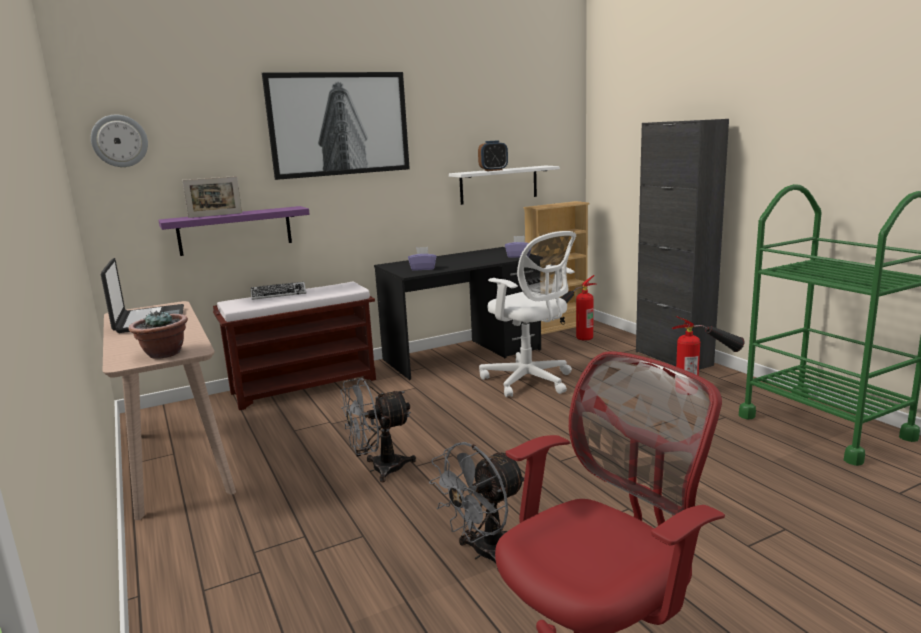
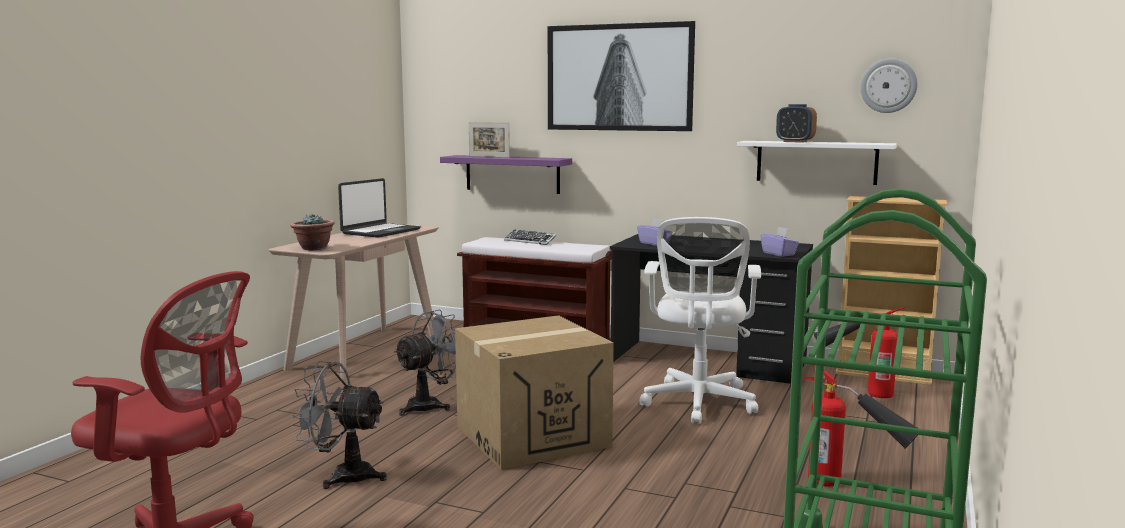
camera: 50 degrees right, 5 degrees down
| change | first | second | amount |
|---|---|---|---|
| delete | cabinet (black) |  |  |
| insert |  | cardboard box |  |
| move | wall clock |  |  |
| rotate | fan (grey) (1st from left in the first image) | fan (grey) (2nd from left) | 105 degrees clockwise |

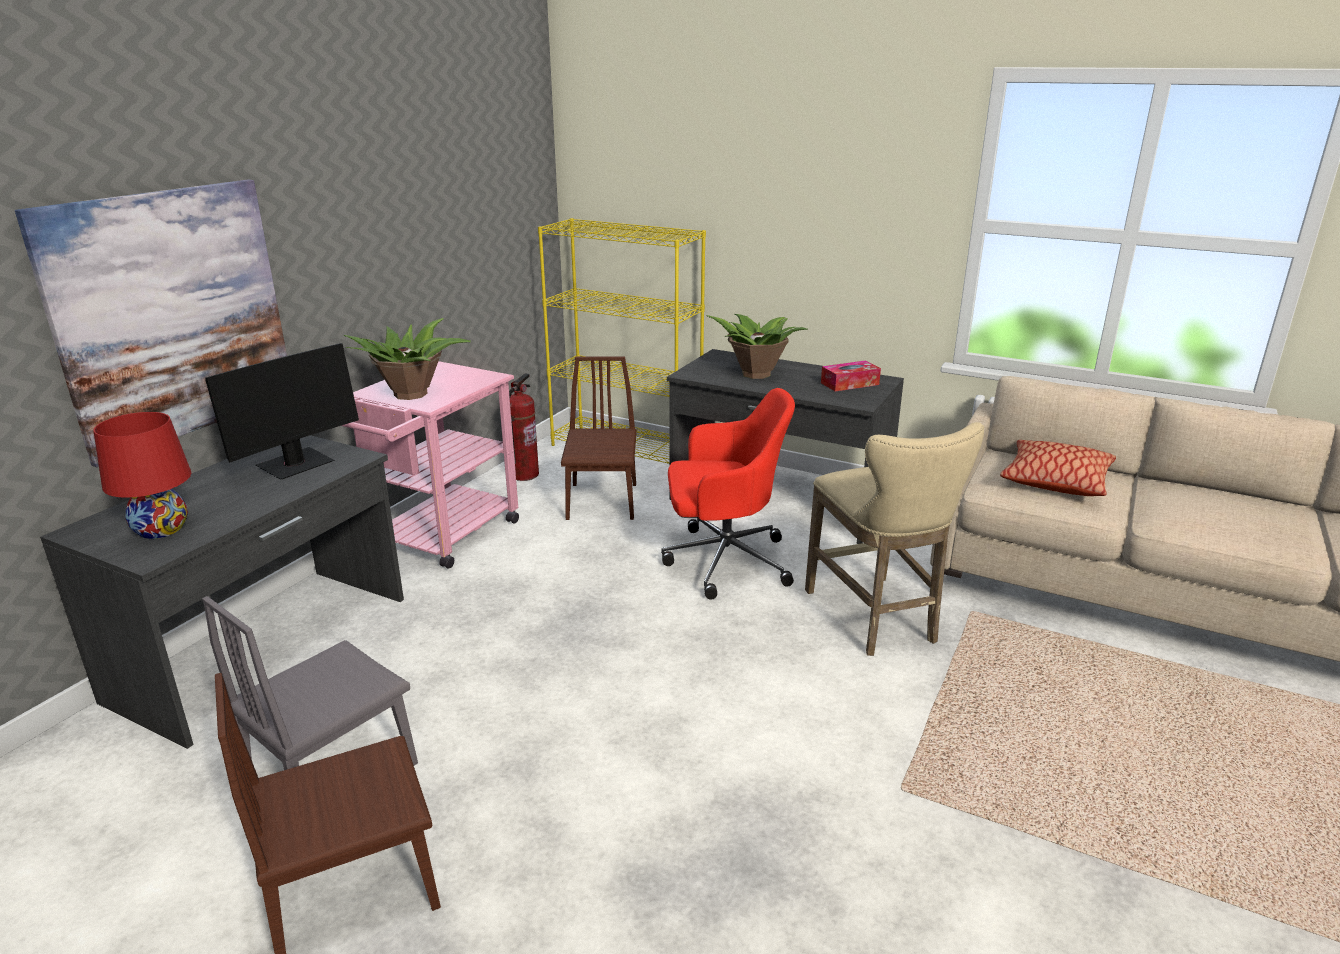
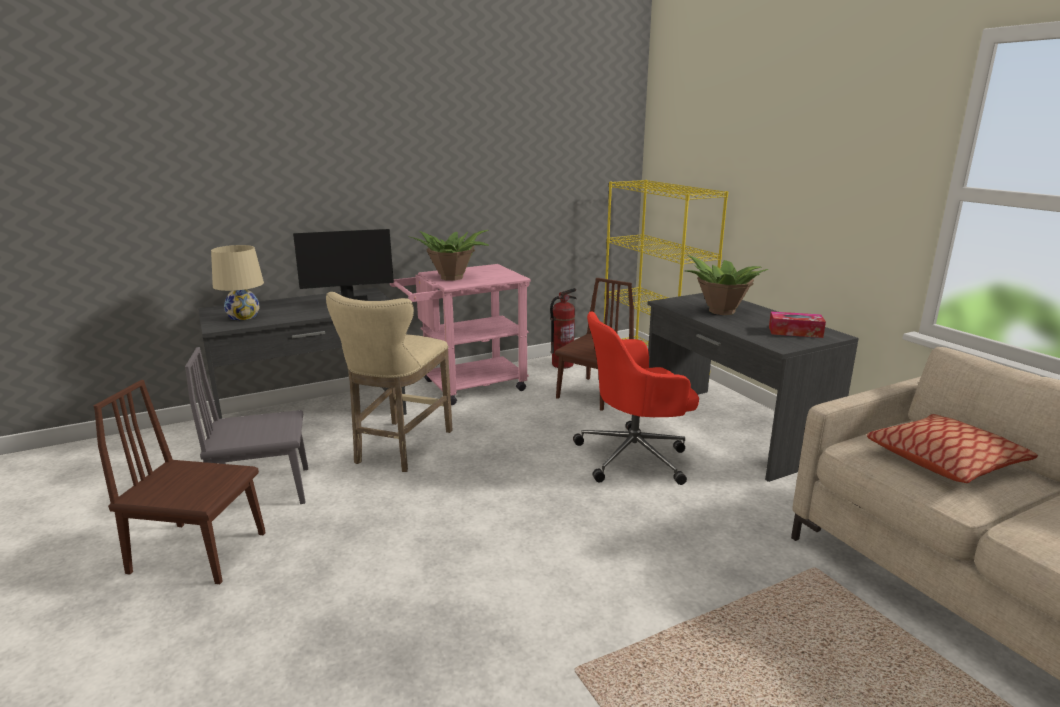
camera: 35 degrees right, 5 degrees down
| change | first | second | amount |
|---|---|---|---|
| delete | picture |  |  |
| move | stool (beige) |  |  |
| recolor | table lamp (red) | table lamp (beige) |  |
| rotate | office chair (red) |  | 135 degrees clockwise |

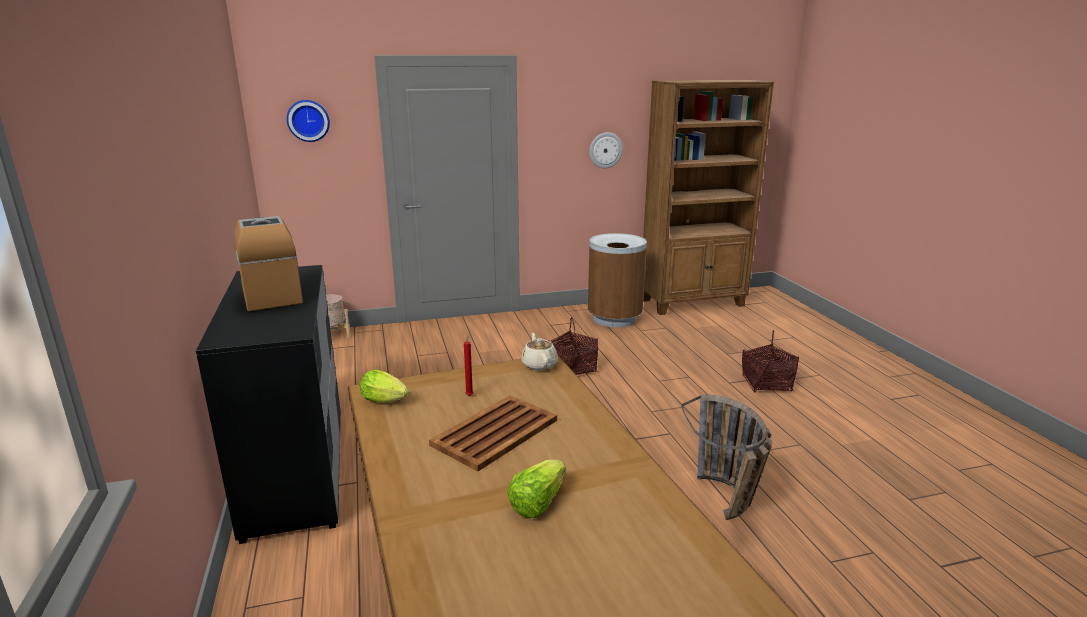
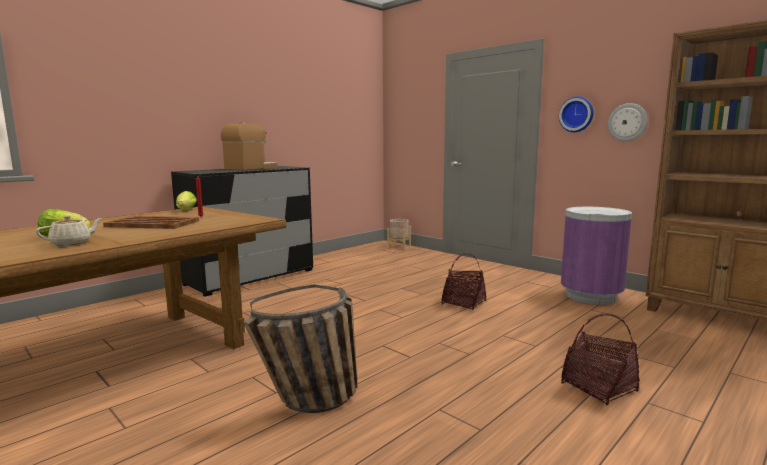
camera: 60 degrees right, 10 degrees down
| change | first | second | amount |
|---|---|---|---|
| move | wall clock (1st from left) |  |  |
| move | teapot (beige) |  |  |
| recolor | trash can (brown) | trash can (purple) |  |

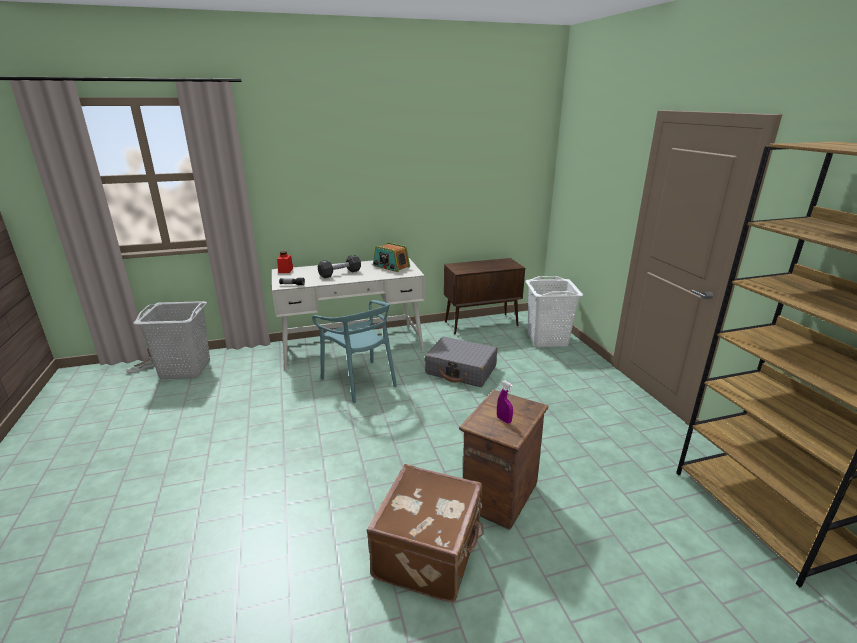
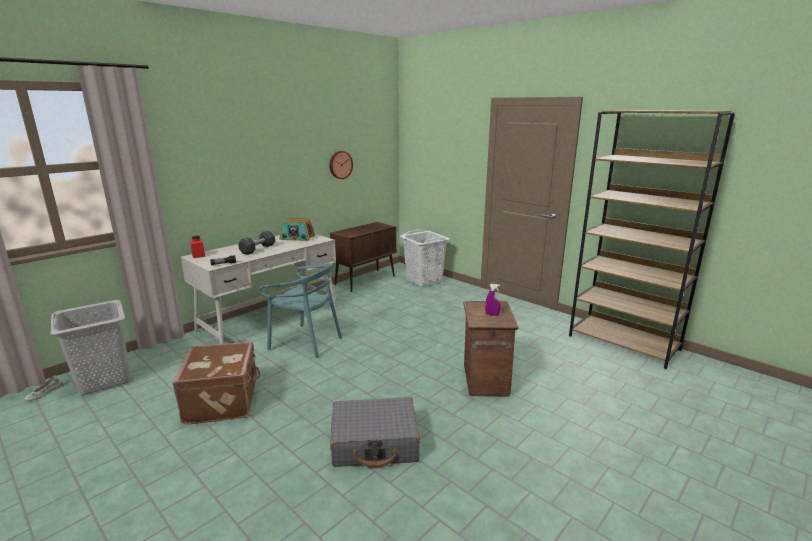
camera: 30 degrees left, 5 degrees down
| change | first | second | amount |
|---|---|---|---|
| insert |  | wall clock |  |
| move | suitcase (brown) |  |  |
| move | suitcase (grey) |  |  |

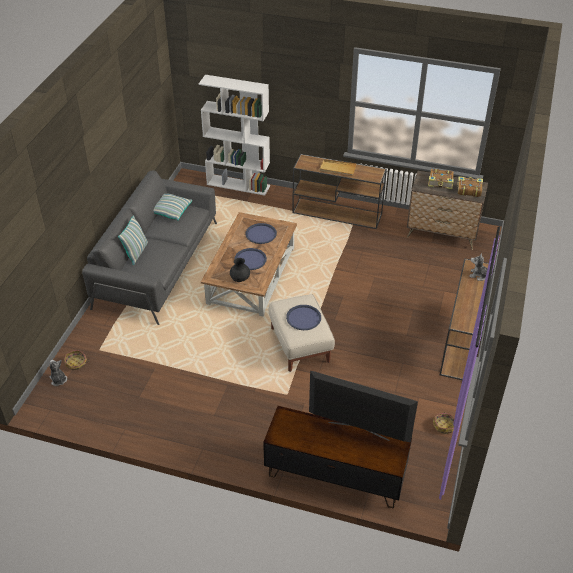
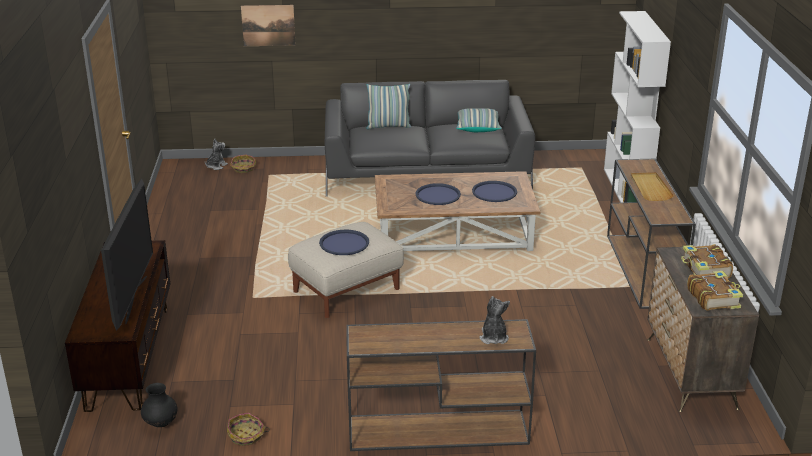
camera: 70 degrees right, 15 degrees down
| change | first | second | amount |
|---|---|---|---|
| insert |  | picture |  |
| move | vase (black) |  |  |

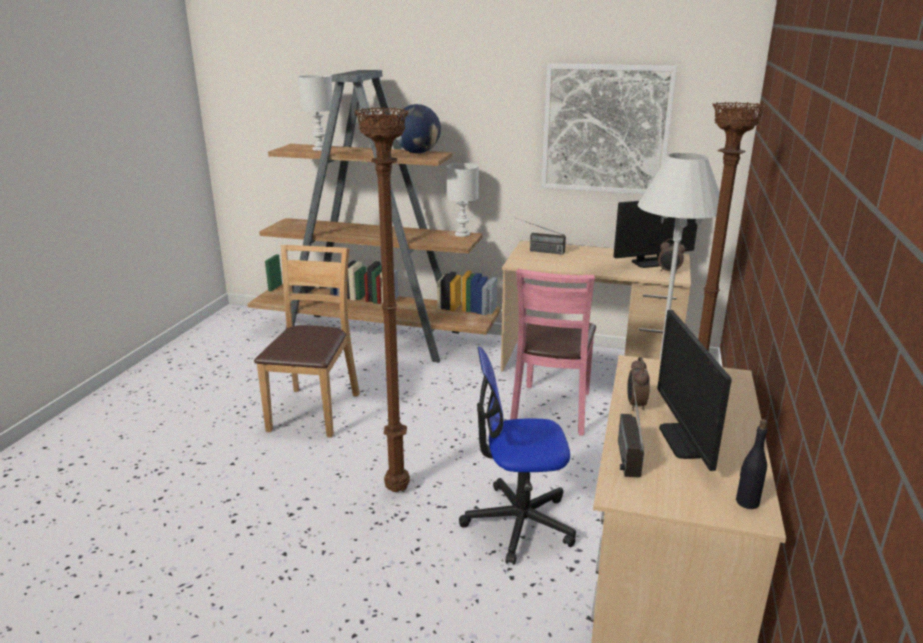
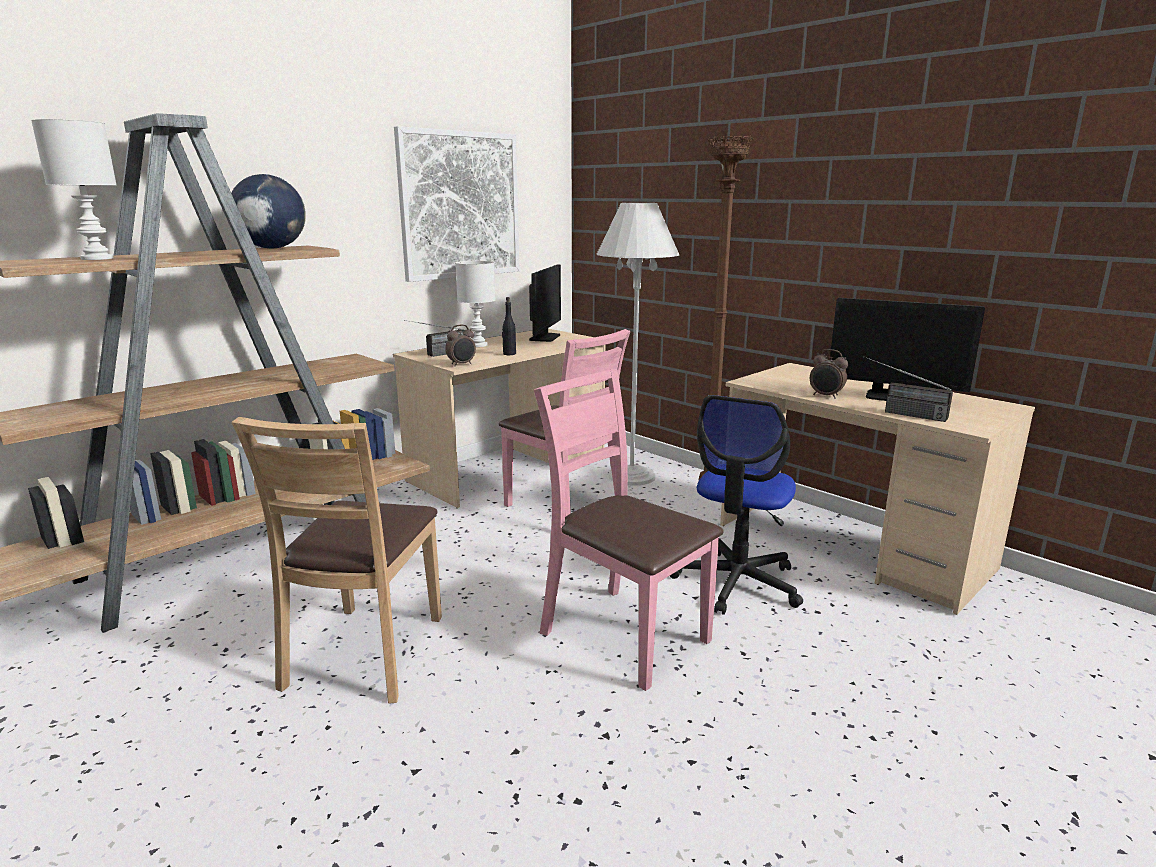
camera: 60 degrees left, 5 degrees down
| change | first | second | amount |
|---|---|---|---|
| move | table lamp (white) (2nd from left) |  |  |
| move | alarm clock (2nd from left in the first image) | alarm clock (1st from left) |  |
| move | bottle (black) |  |  |
| replace | floor lamp (brown) (1st from left) | chair (pink) (2nd from left) |  |
| rotate | chair (brown) |  | 120 degrees counterclockwise |

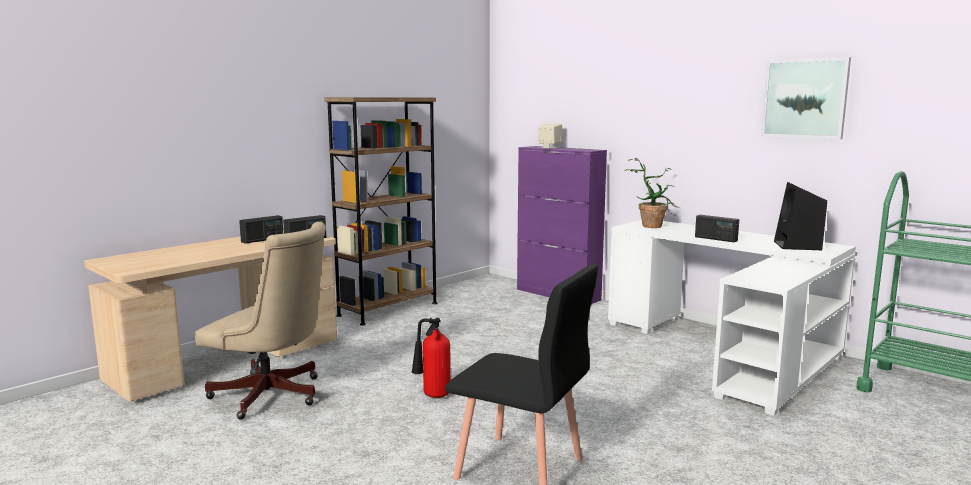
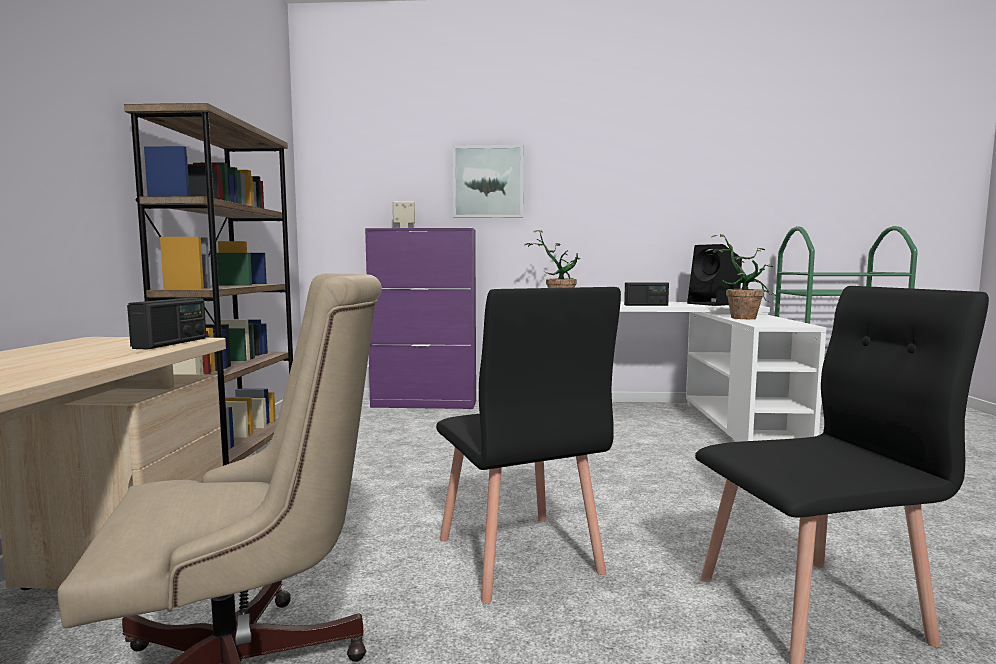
camera: 40 degrees left, 5 degrees down
| change | first | second | amount |
|---|---|---|---|
| delete | radio (1st from left) |  |  |
| insert |  | potted plant (2nd from left) |  |
| move | picture |  |  |
| replace | fire extinguisher | chair (black) (1st from left) |  |

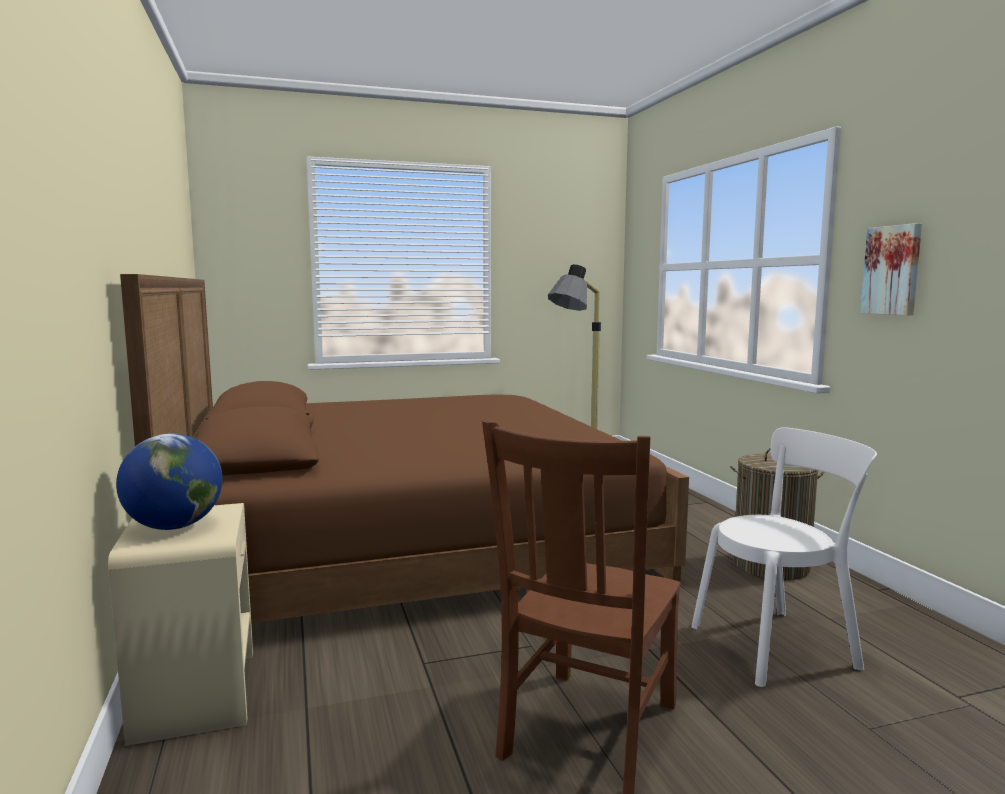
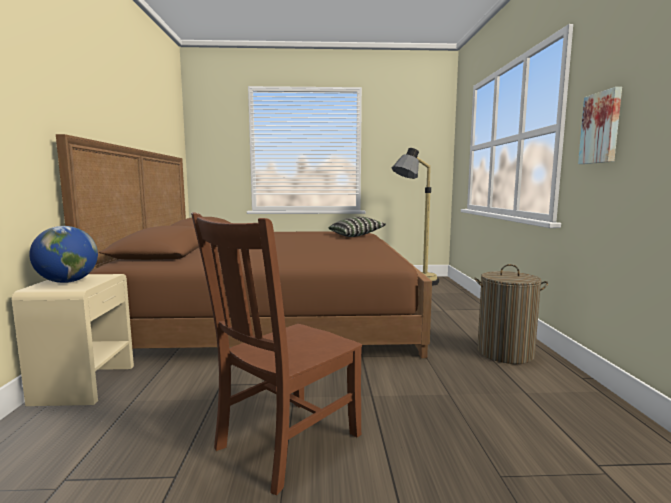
camera: 15 degrees right, 0 degrees up
| change | first | second | amount |
|---|---|---|---|
| delete | chair (white) |  |  |
| insert |  | pillow |  |

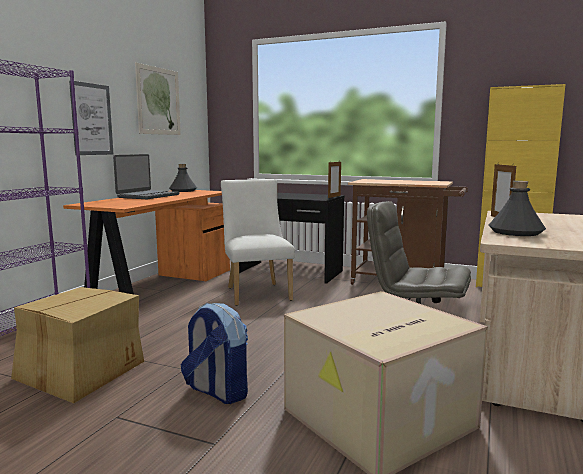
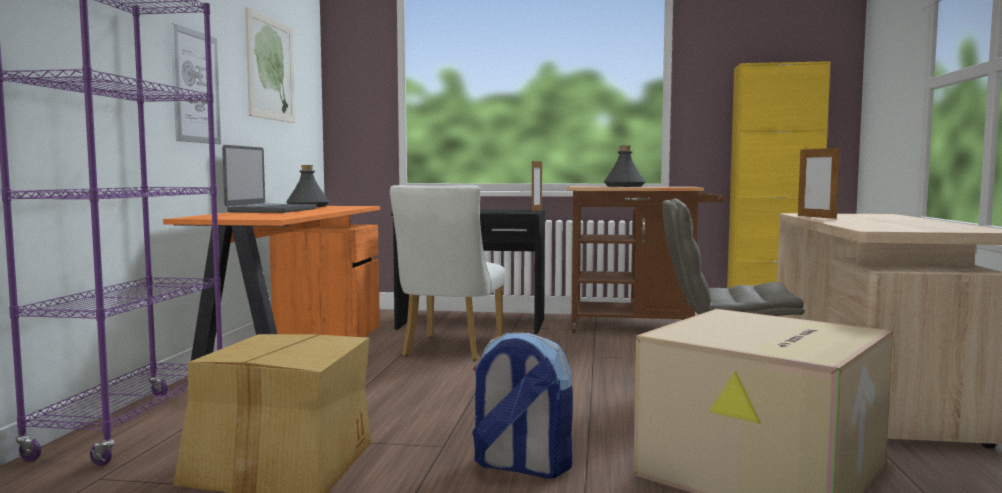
camera: 15 degrees left, 5 degrees down
| change | first | second | amount |
|---|---|---|---|
| move | bottle (grey) (2nd from left) |  |  |
| rotate | chair (white) |  | 135 degrees counterclockwise |

